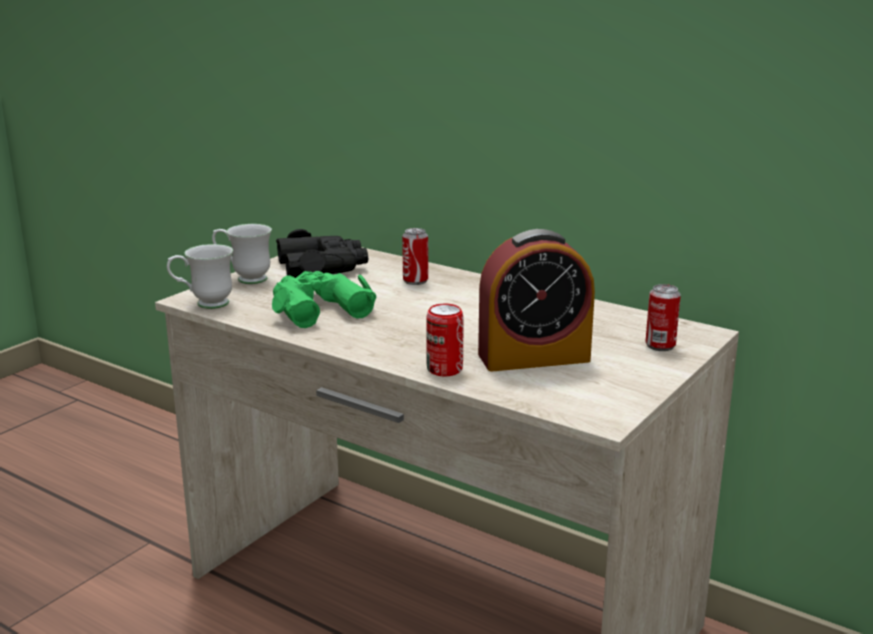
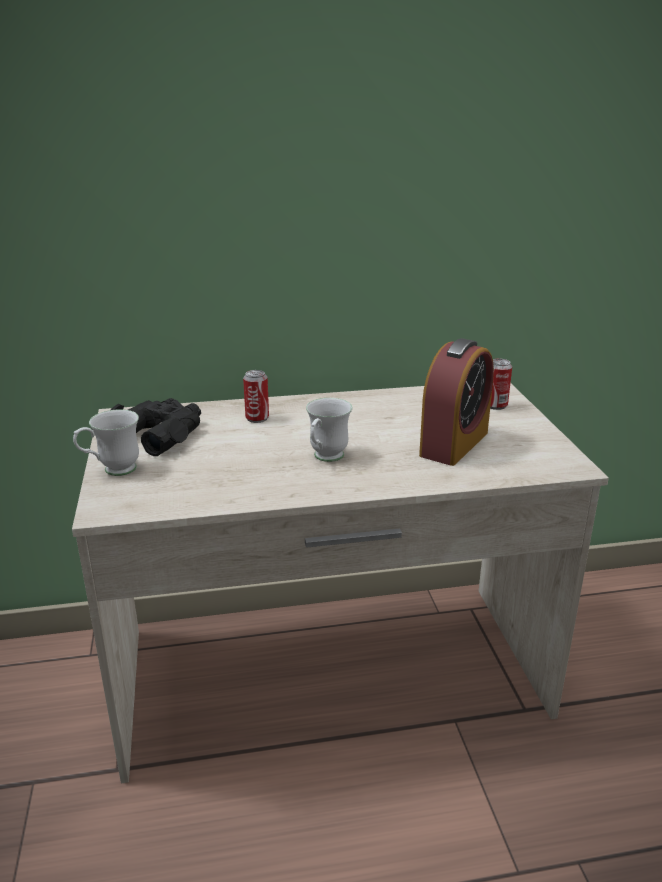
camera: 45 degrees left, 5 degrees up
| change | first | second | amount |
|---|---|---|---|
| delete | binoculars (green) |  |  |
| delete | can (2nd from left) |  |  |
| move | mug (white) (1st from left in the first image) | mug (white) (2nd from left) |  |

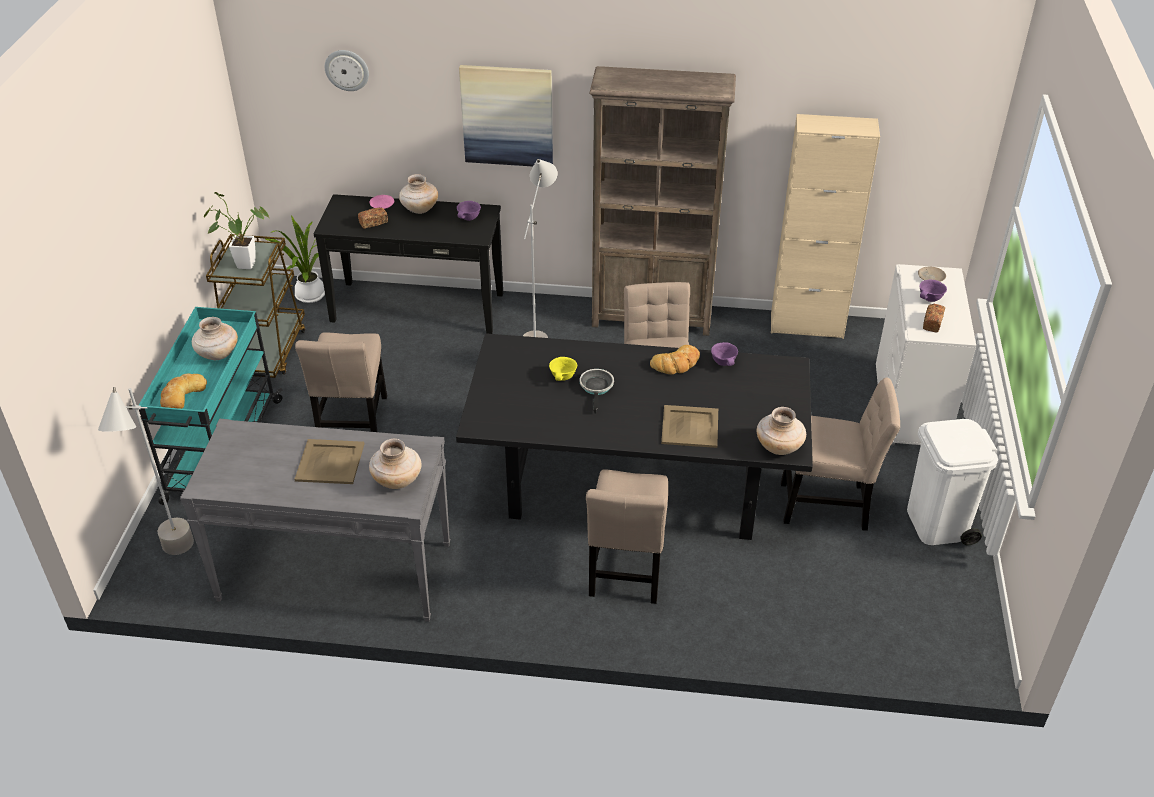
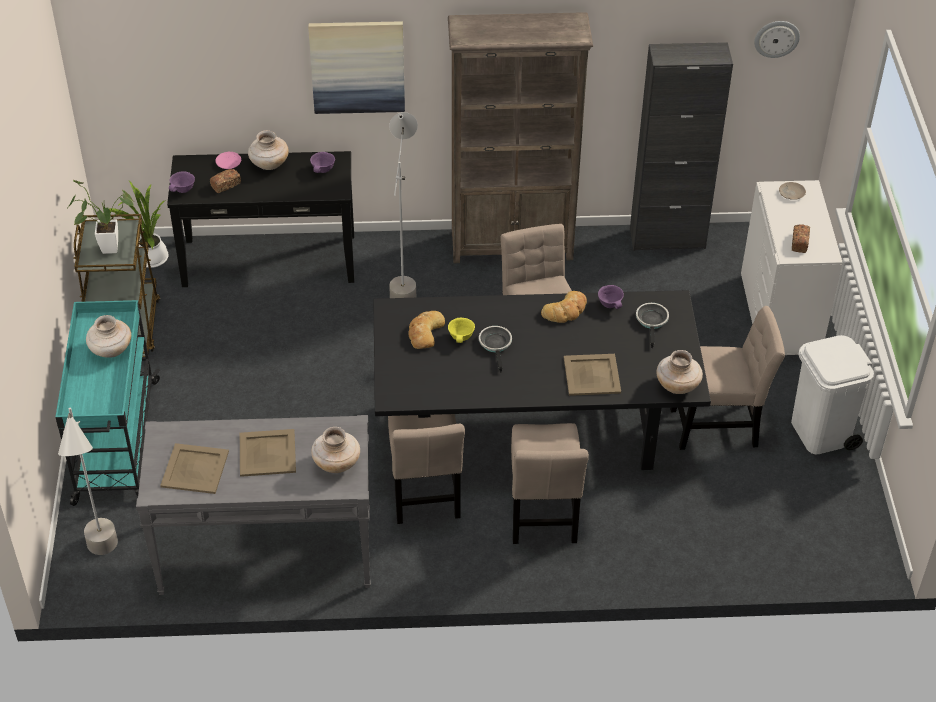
camera: 10 degrees left, 5 degrees up
| change | first | second | amount |
|---|---|---|---|
| insert |  | tray (beige) (1st from left) |  |
| insert |  | frying pan (2nd from left) |  |
| move | bread (1st from left in the first image) | bread (2nd from left) |  |
| move | chair (beige) (1st from left) |  |  |
| move | wall clock |  |  |
| move | bowl (purple) (3rd from left in the first image) | bowl (purple) (1st from left) |  |
| recolor | cabinet (beige) | cabinet (black) |  |

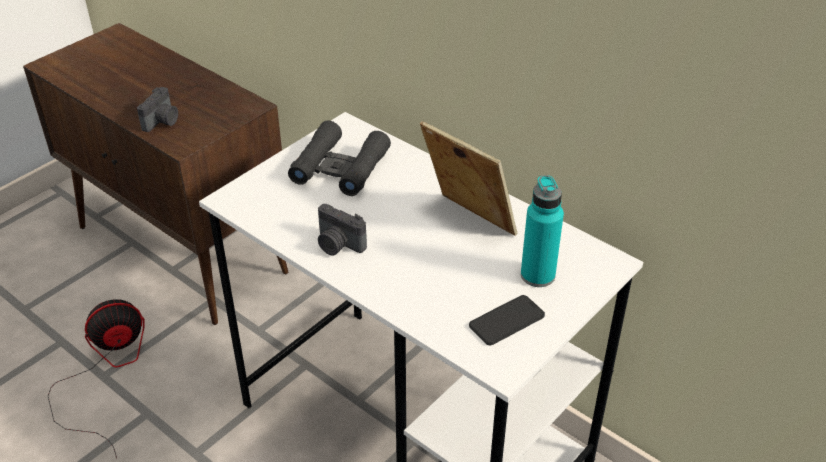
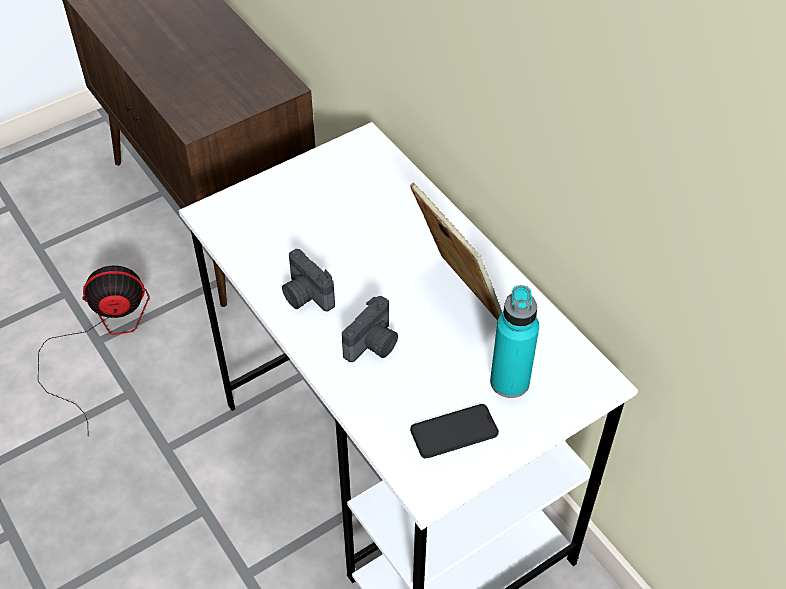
camera: 15 degrees right, 10 degrees up
| change | first | second | amount |
|---|---|---|---|
| delete | binoculars (black) |  |  |
| move | photo camera (1st from left in the first image) | photo camera (2nd from left) |  |

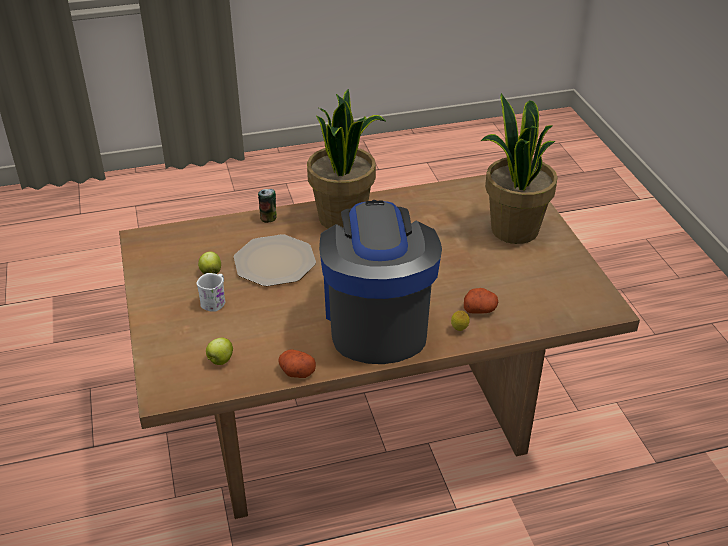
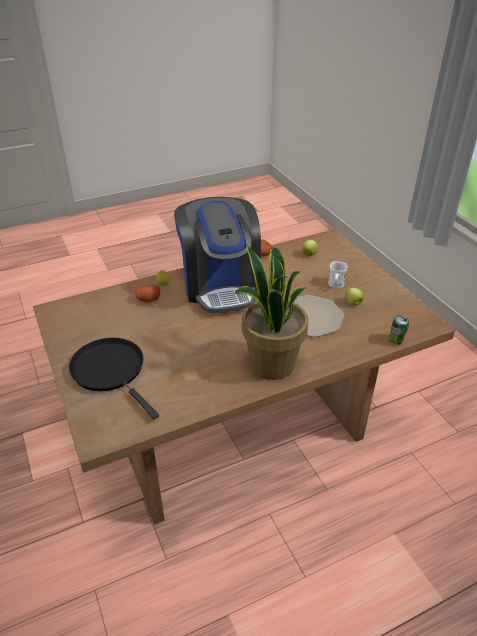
camera: 170 degrees right, 0 degrees up
| change | first | second | amount |
|---|---|---|---|
| move | can |  |  |
| replace | potted plant (2nd from left) | frying pan (black) |  |

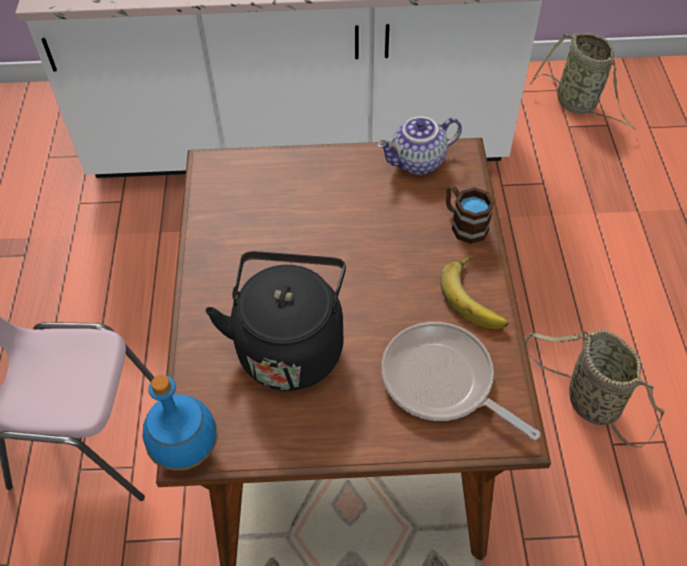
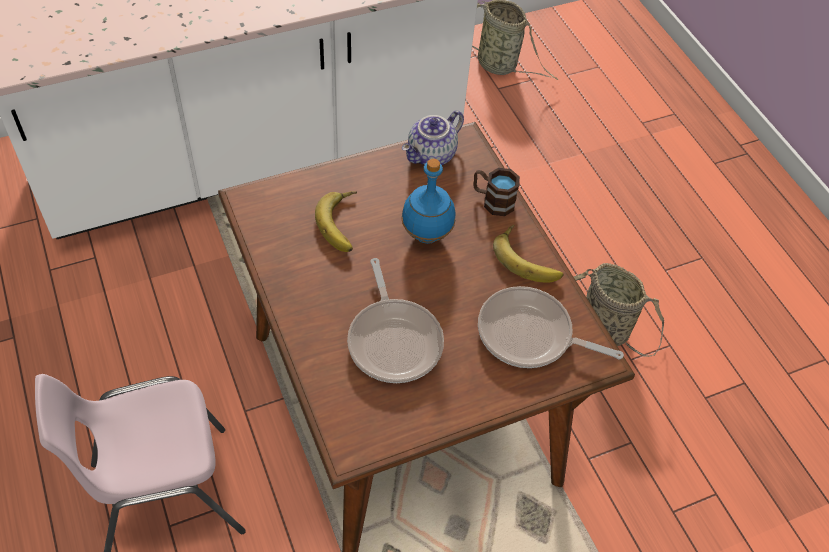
camera: 25 degrees left, 0 degrees up
| change | first | second | amount |
|---|---|---|---|
| insert |  | banana (1st from left) |  |
| move | bottle (blue) |  |  |
| replace | kettle (black) | frying pan (1st from left) |  |

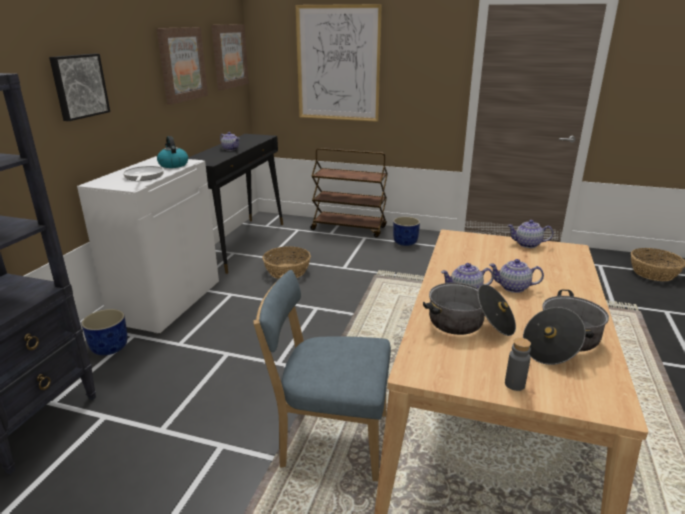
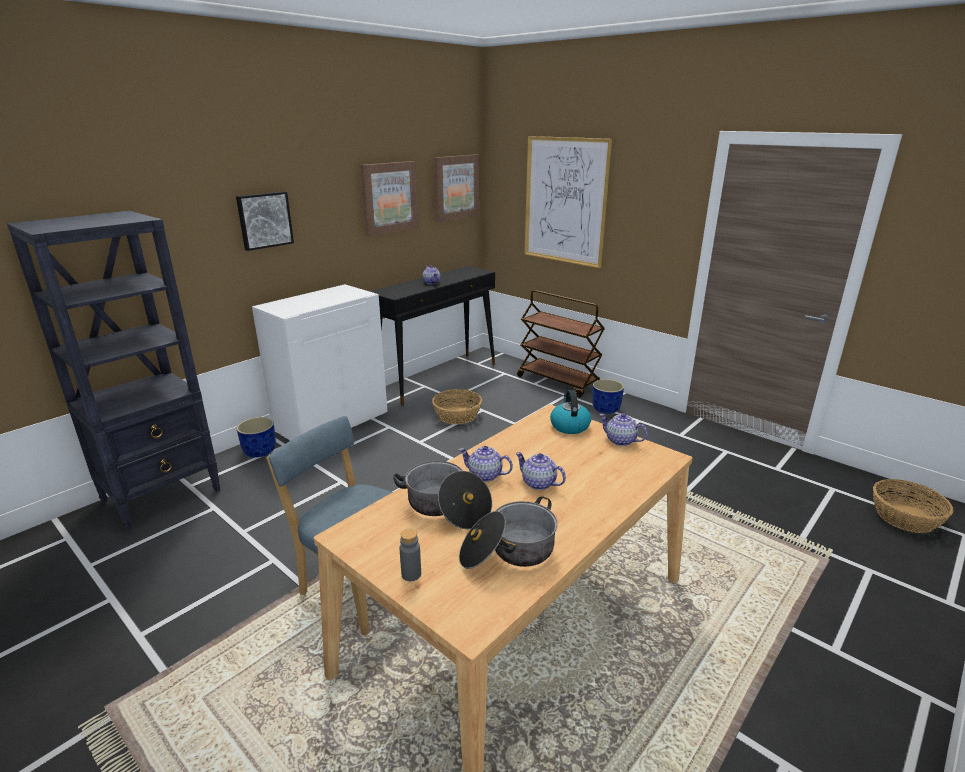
camera: 25 degrees right, 0 degrees up
| change | first | second | amount |
|---|---|---|---|
| delete | frying pan |  |  |
| move | kettle |  |  |

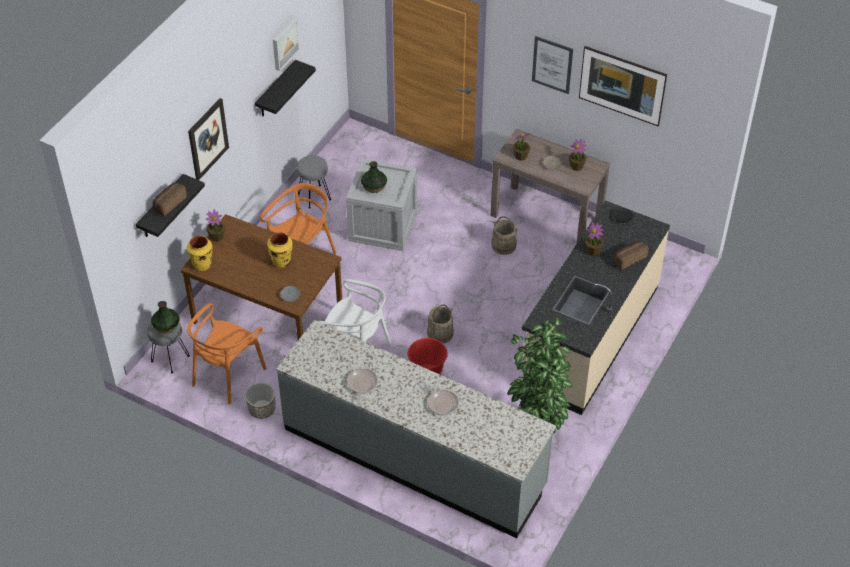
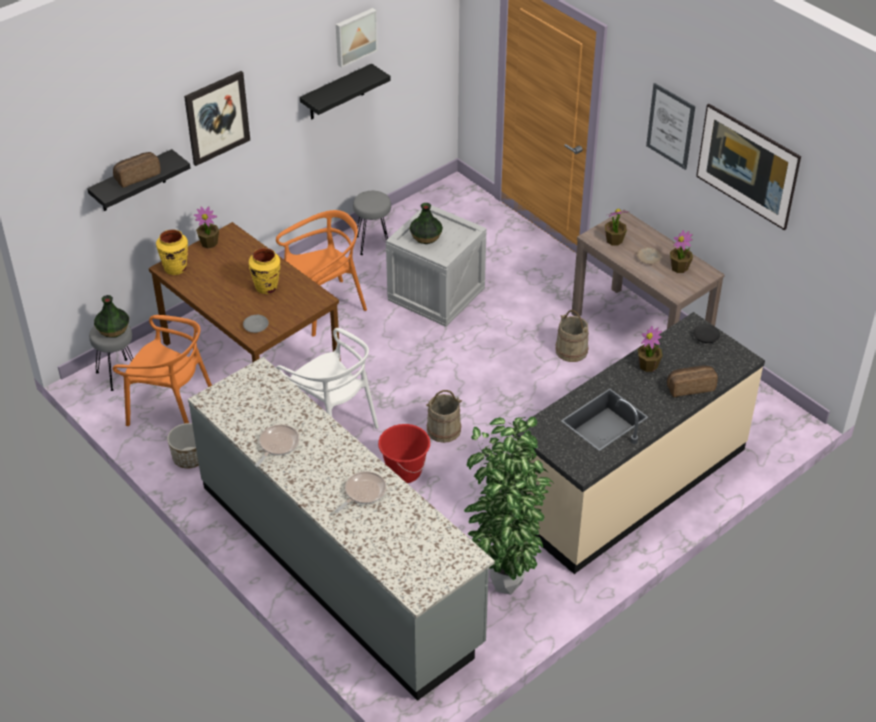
camera: 20 degrees right, 5 degrees down
| change | first | second | amount |
|---|---|---|---|
| rotate | chair (orange) (1st from left) |  | 120 degrees counterclockwise |
| rotate | frying pan (2nd from left) |  | 120 degrees counterclockwise |

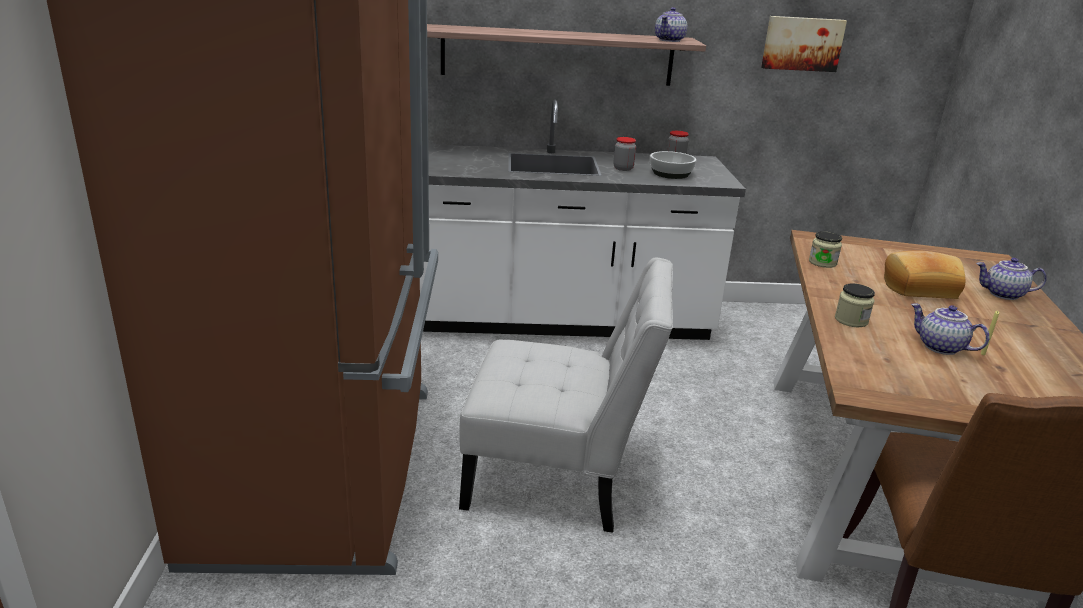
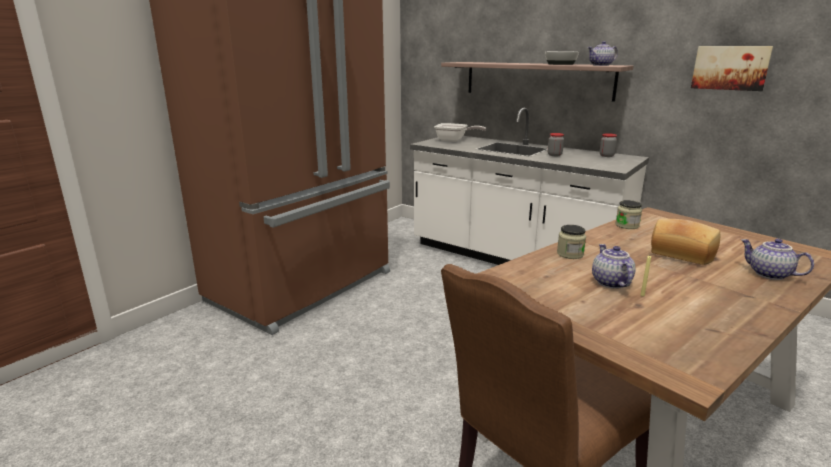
camera: 40 degrees right, 5 degrees down
| change | first | second | amount |
|---|---|---|---|
| delete | chair (white) |  |  |
| insert |  | frying pan |  |
| move | bowl |  |  |

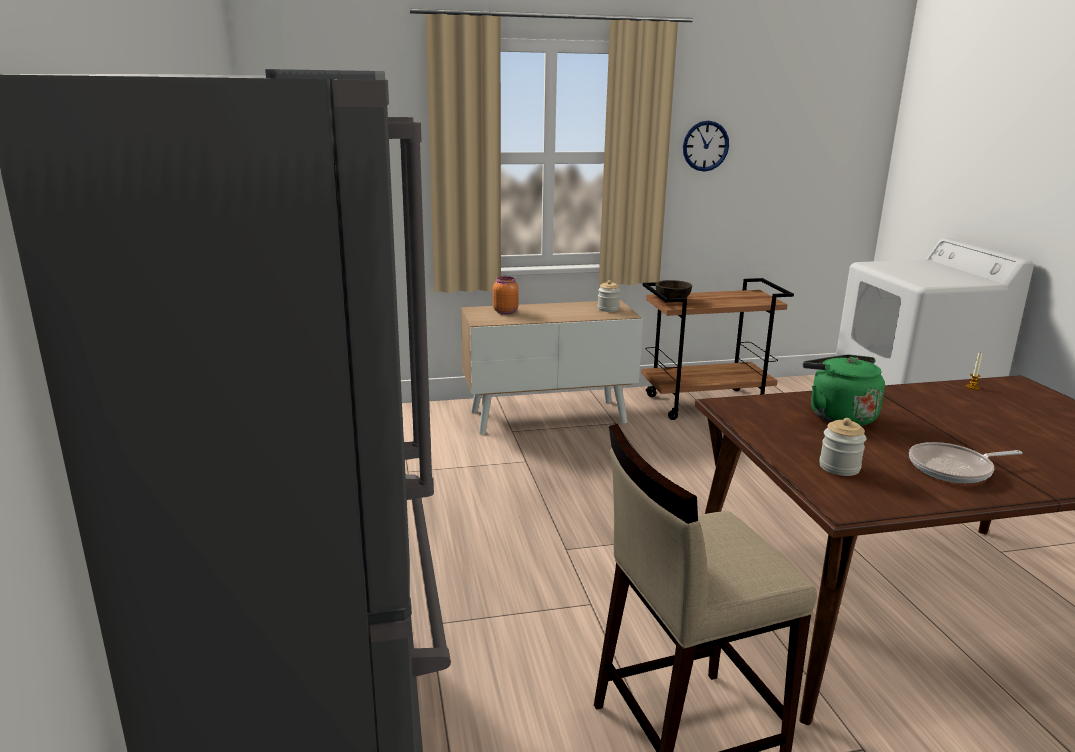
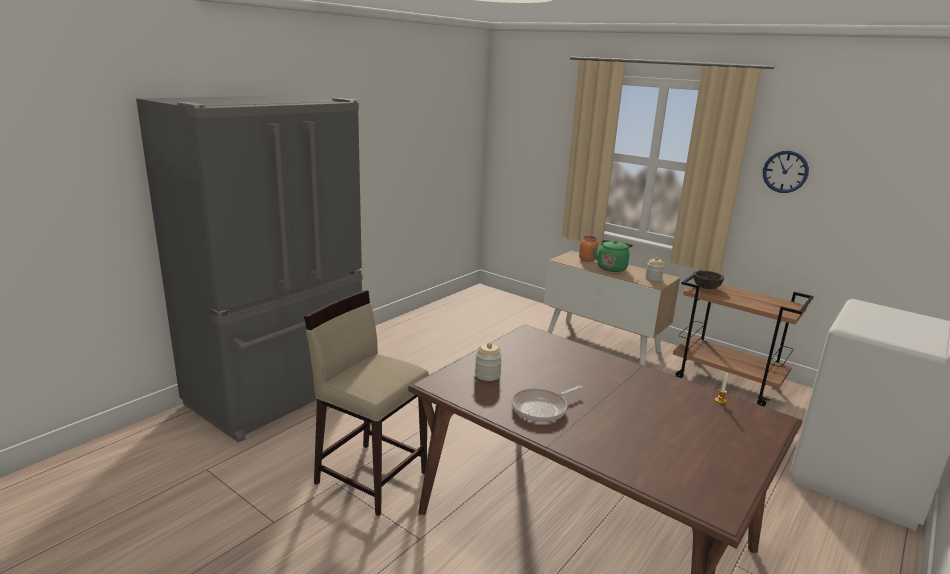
camera: 50 degrees right, 0 degrees up
| change | first | second | amount |
|---|---|---|---|
| move | kettle (green) |  |  |
| rotate | frying pan |  | 75 degrees counterclockwise |

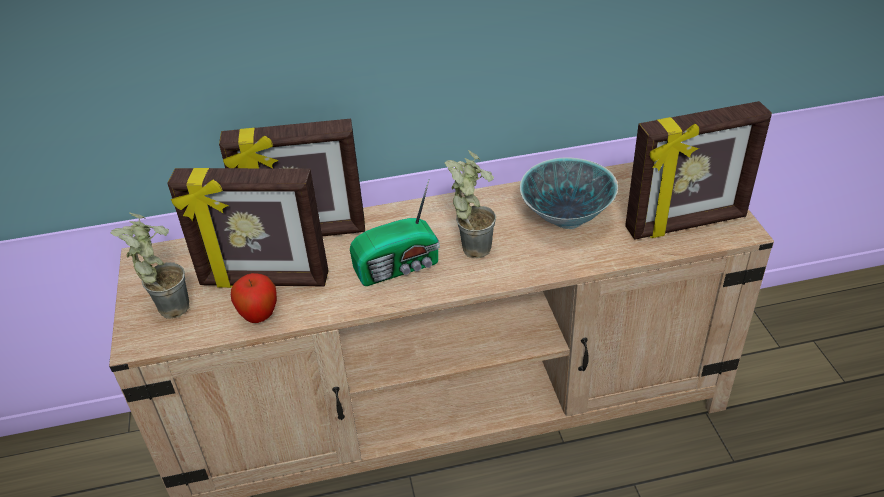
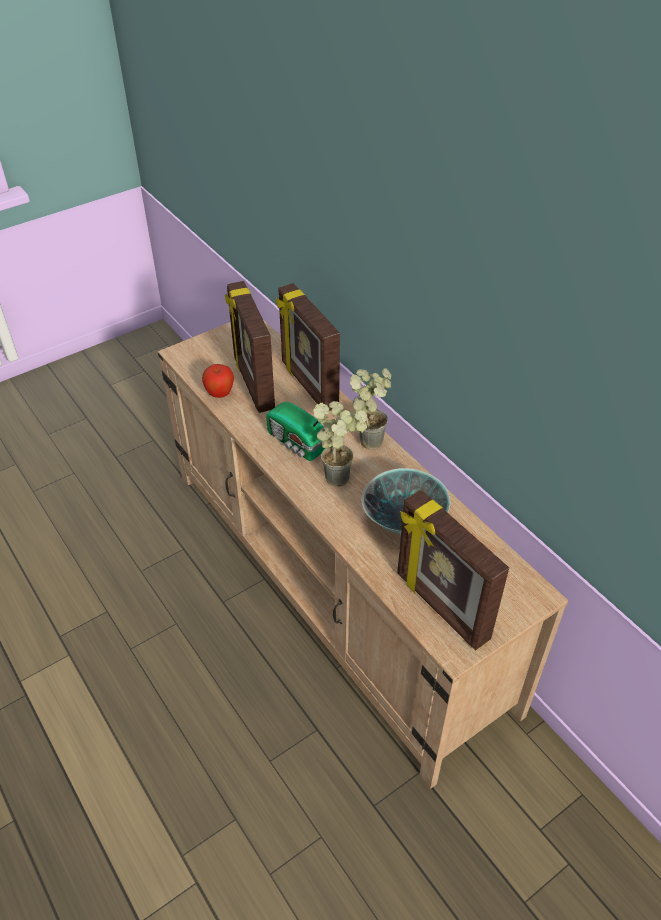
camera: 65 degrees right, 5 degrees up
| change | first | second | amount |
|---|---|---|---|
| move | potted plant (1st from left in the first image) | potted plant (2nd from left) |  |

